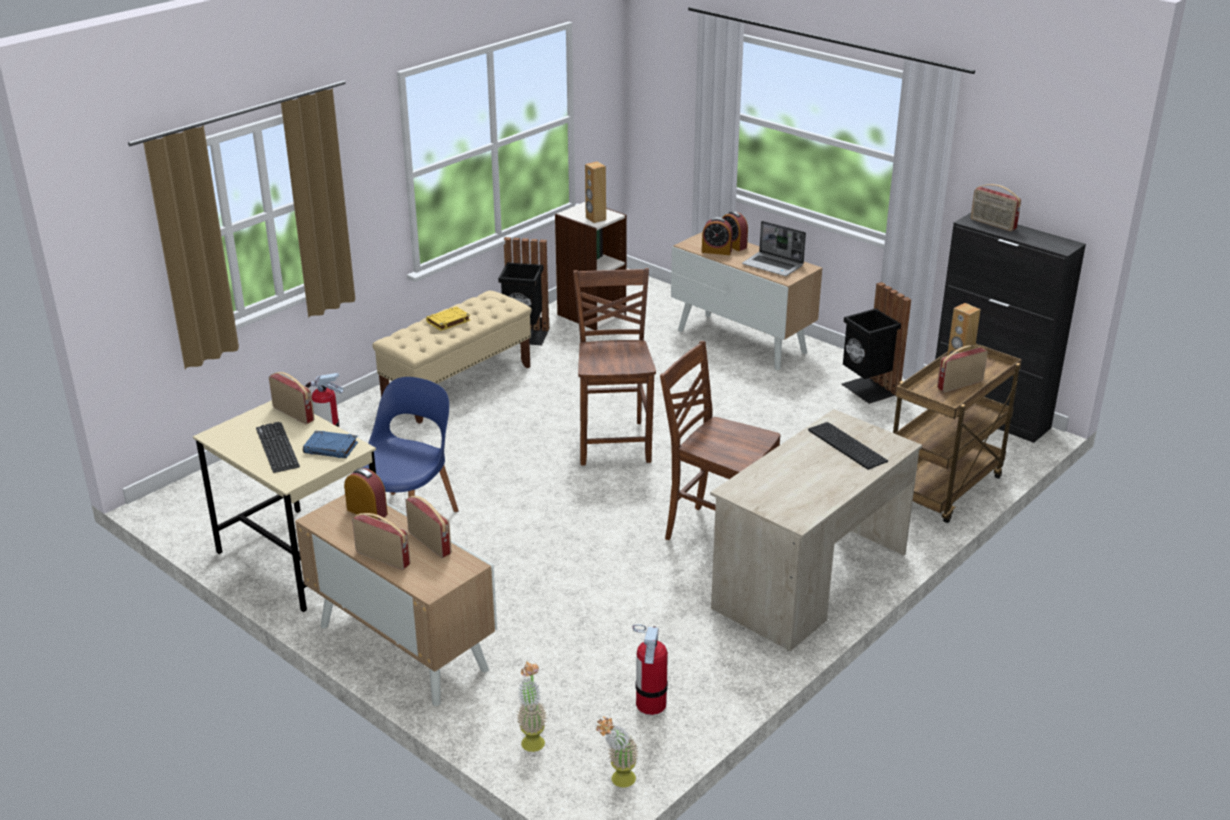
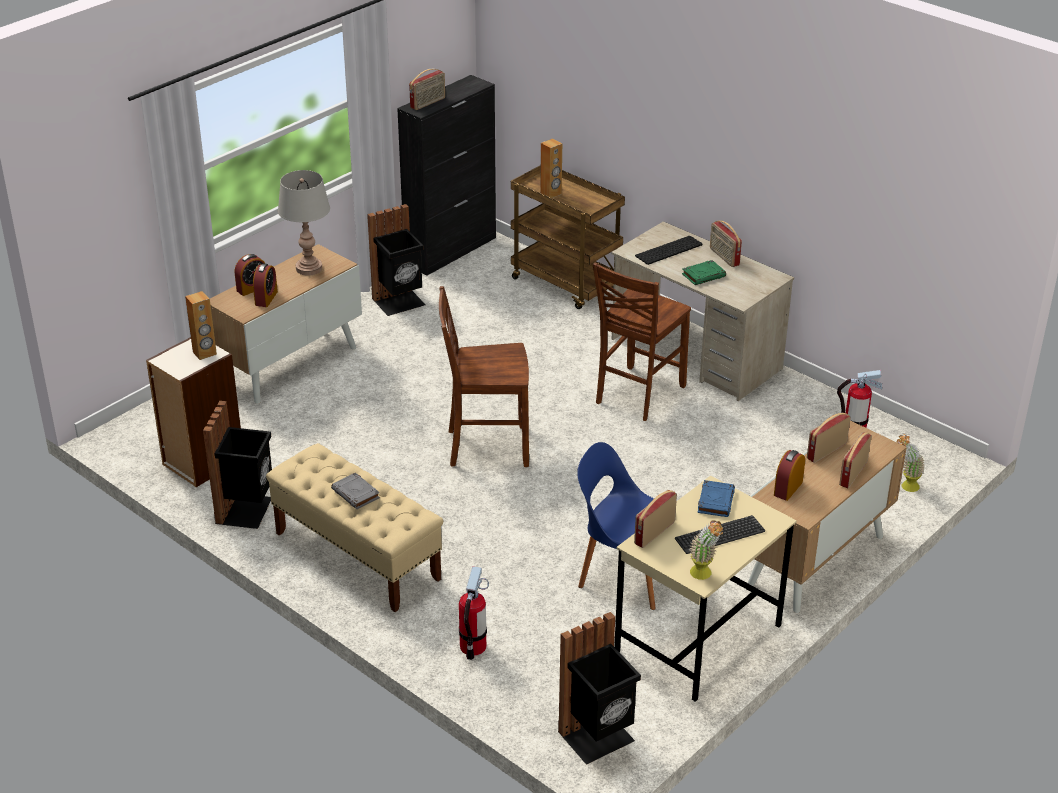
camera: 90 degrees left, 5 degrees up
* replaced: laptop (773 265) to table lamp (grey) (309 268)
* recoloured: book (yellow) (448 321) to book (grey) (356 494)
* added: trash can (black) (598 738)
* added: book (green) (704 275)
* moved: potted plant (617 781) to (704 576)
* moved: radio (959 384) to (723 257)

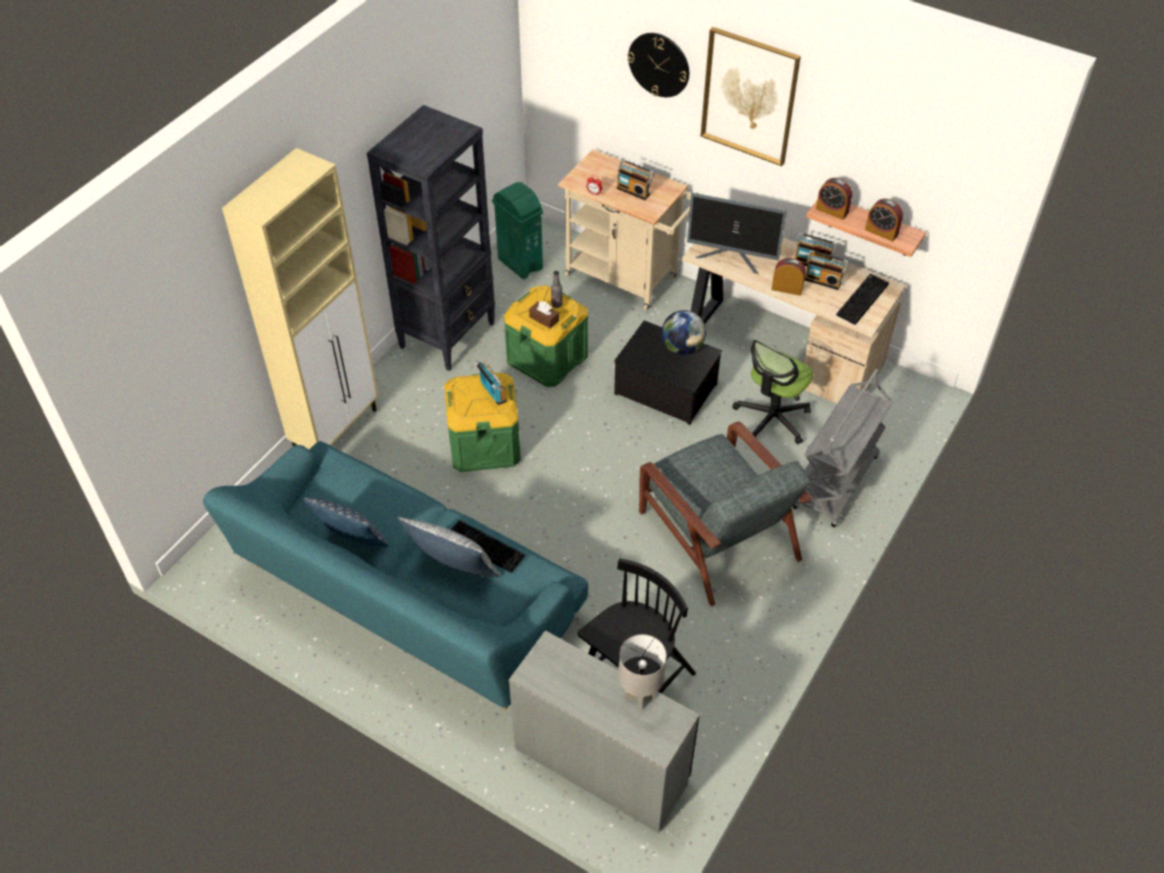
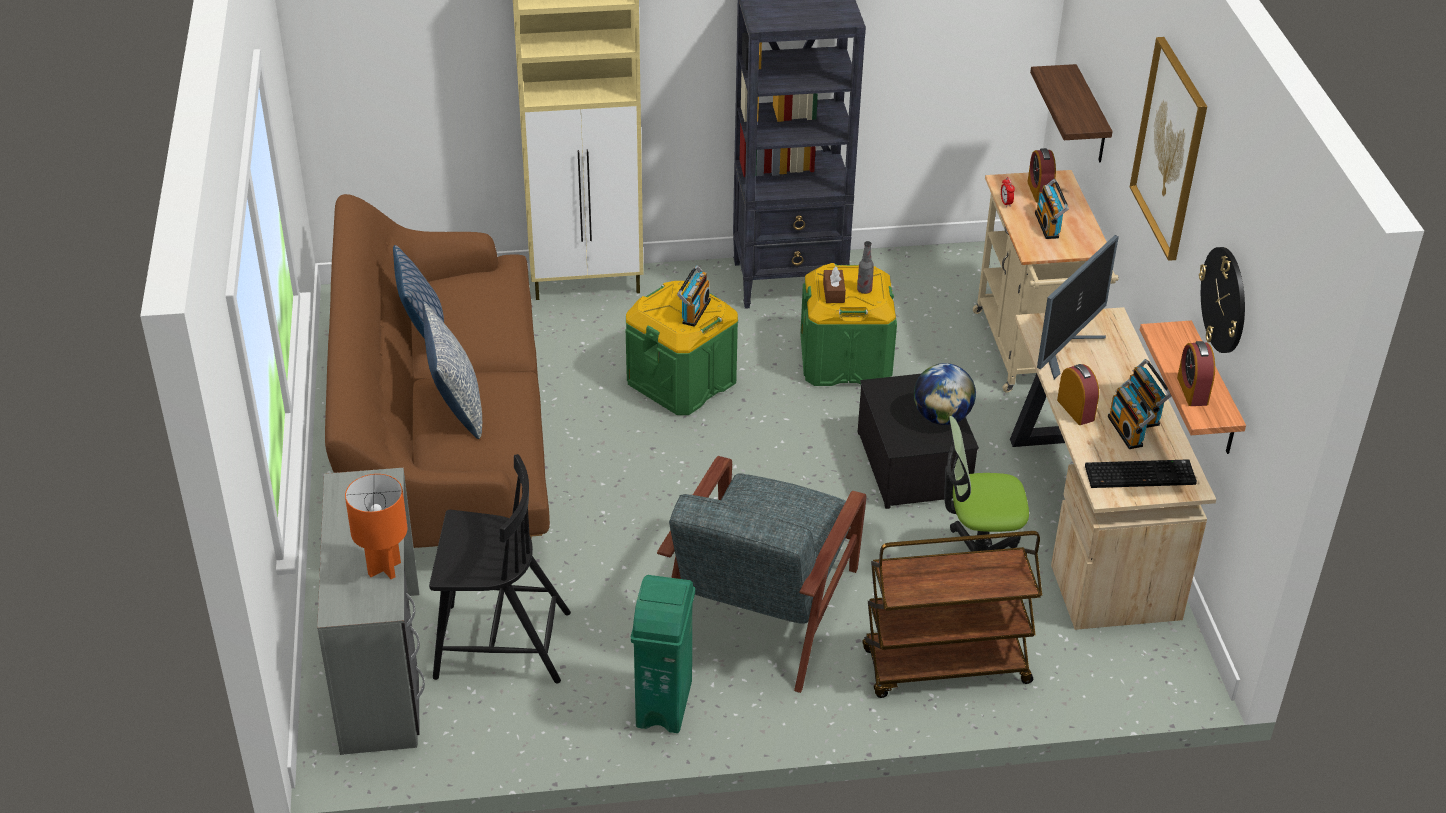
camera: 50 degrees right, 10 degrees down
* recoloured: sofa (turquoise) (407 596) to sofa (brown) (445 434)
* recoloured: table lamp (grey) (639 697) to table lamp (orange) (384 568)
* moved: trash can (green) (520 263) to (664 703)
* recoloured: cart (grey) (836 483) to cart (brown) (944 667)
* moved: alarm clock (832 210) to (1039 191)
* added: shelf (1091 117)
* turned: monitor (732 258) = (1065 349) 120 degrees counterclockwise
* moved: wall clock (659 64) to (1224 299)
* removed: keyboard (483 547)

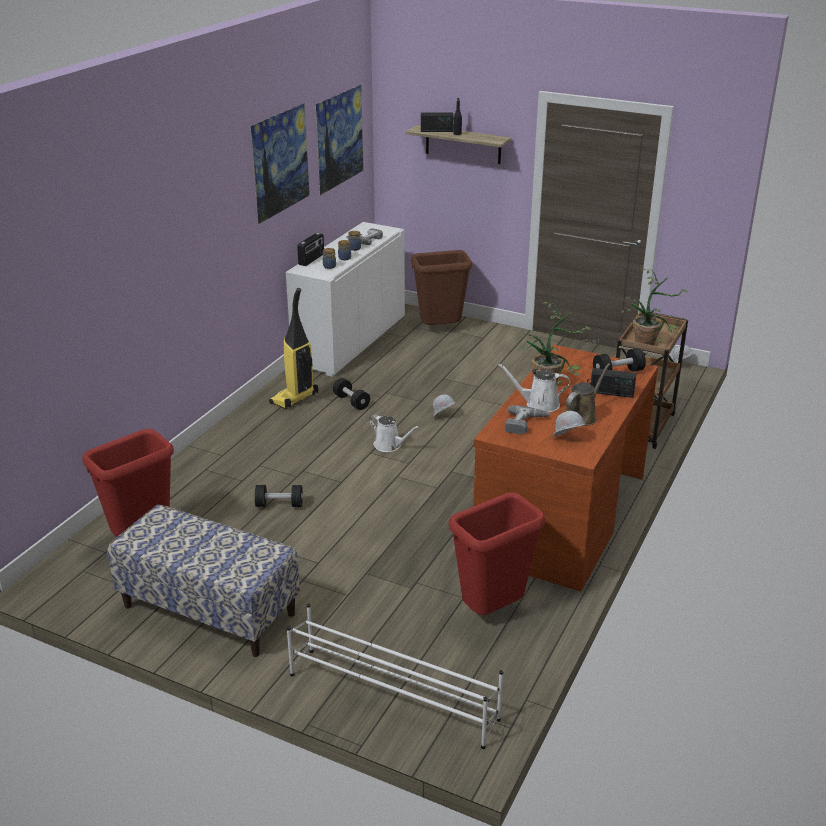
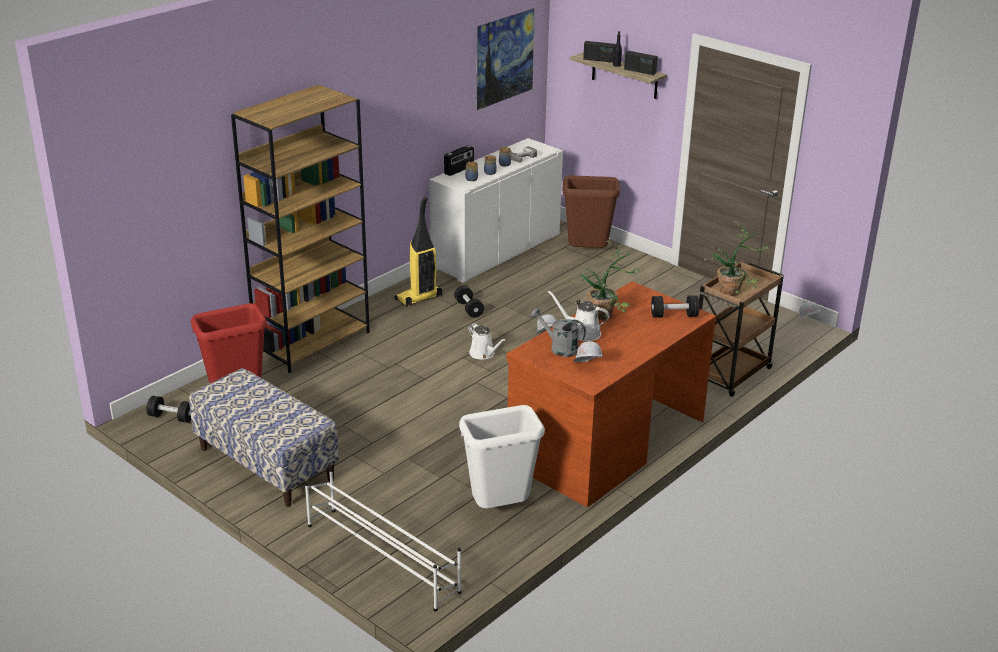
camera: 15 degrees right, 0 degrees up
* moved: dumbbell (black) (279 504) to (171 417)
* added: bookcase (brown) (313 342)
* recoloured: trash can (red) (492 612) to trash can (white) (499 510)
* replaced: power drill (526 424) to watering can (grey) (559 348)
* moved: radio (611 393) to (640 71)
* removed: picture (283 186)
* removed: watering can (brown) (582 416)

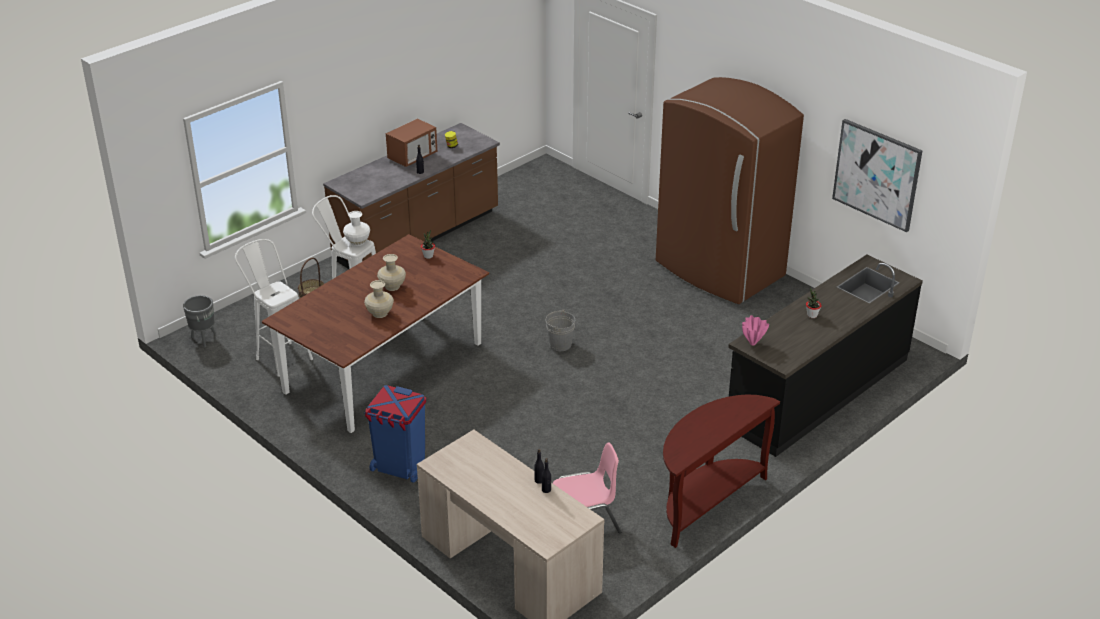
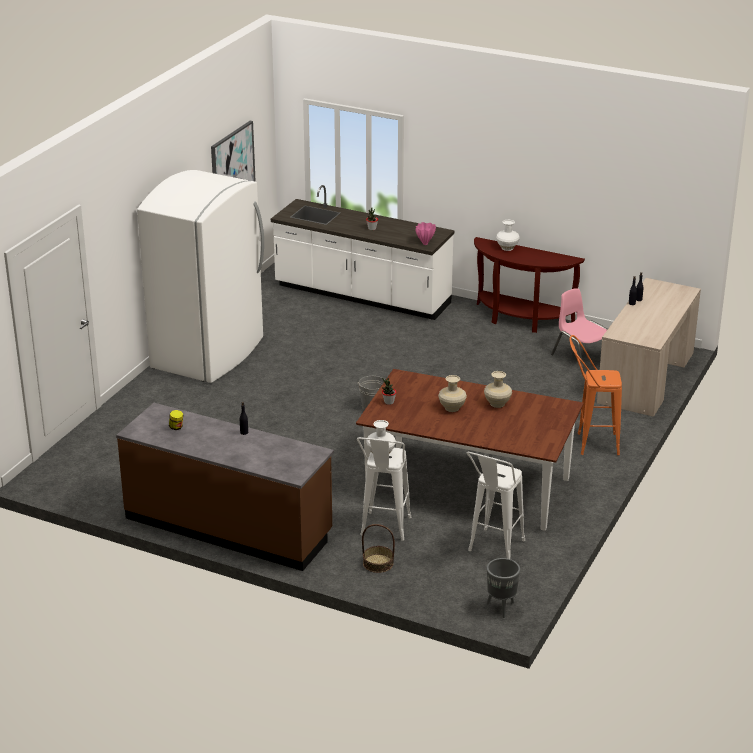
camera: 110 degrees left, 5 degrees down
* recoloured: fridge (brown) (719 270) to fridge (white) (209 354)
* recoloured: counter (black) (817 391) to counter (white) (362 296)
* added: vase (white) (507 248)
* replaced: trash can (blue) (400 467) to stool (orange) (589 444)
* removed: microwave (412 157)

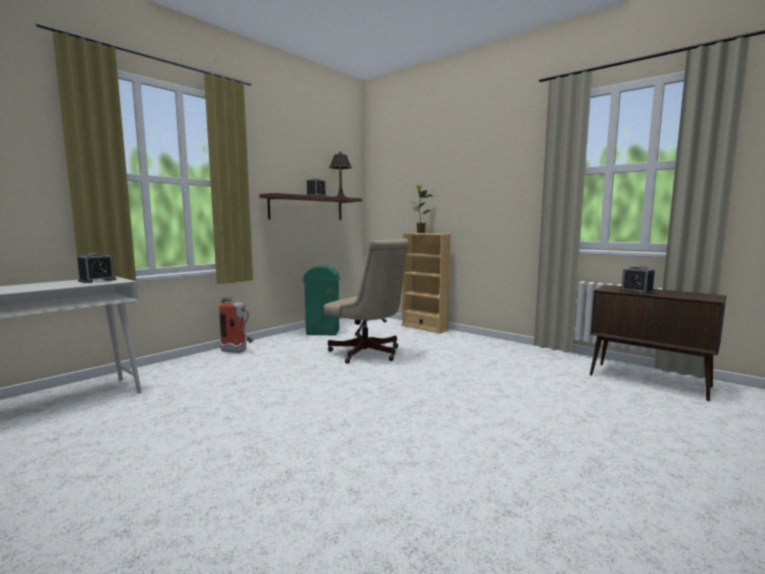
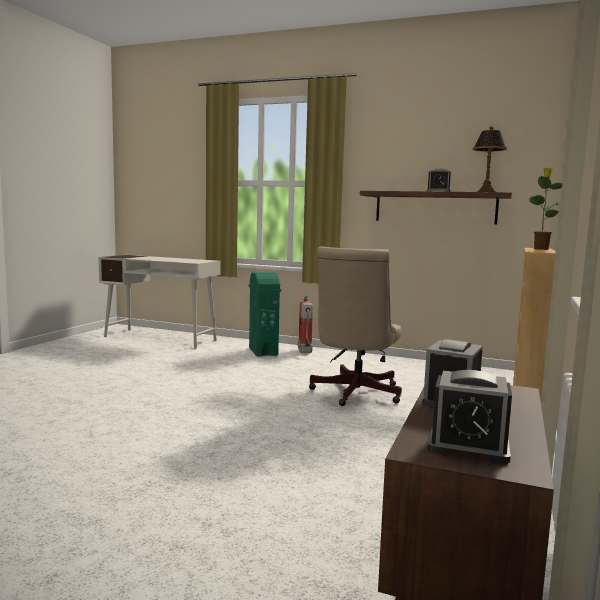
camera: 70 degrees right, 0 degrees up
* moved: trash can (green) (322 333) to (263 351)
* moved: alarm clock (97 280) to (468 446)

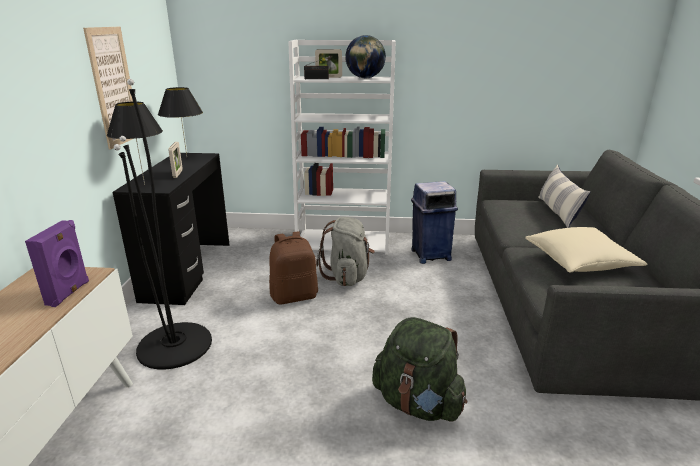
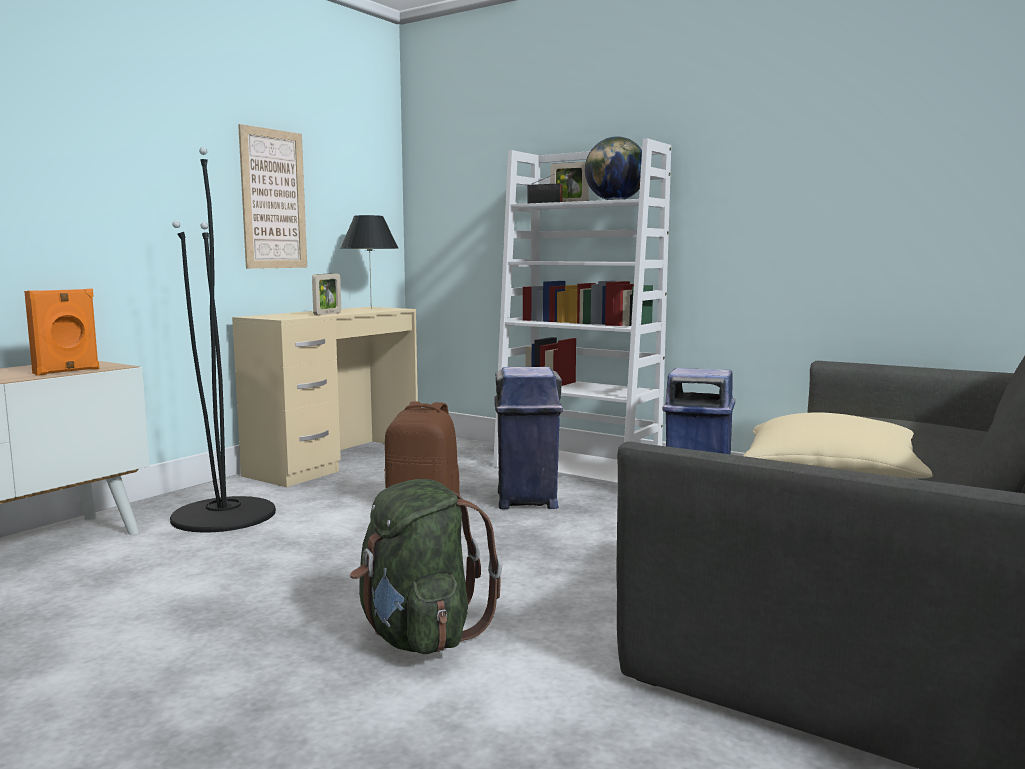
camera: 30 degrees right, 15 degrees down
* recoloured: speaker (purple) (69 293) to speaker (orange) (67 371)
* recoloured: desk (black) (187 270) to desk (beige) (335 461)
* replaced: backpack (grey) (347 276) to trash can (blue) (526 500)
* removed: table lamp (black) (144 184)
* removed: pillow (557 212)

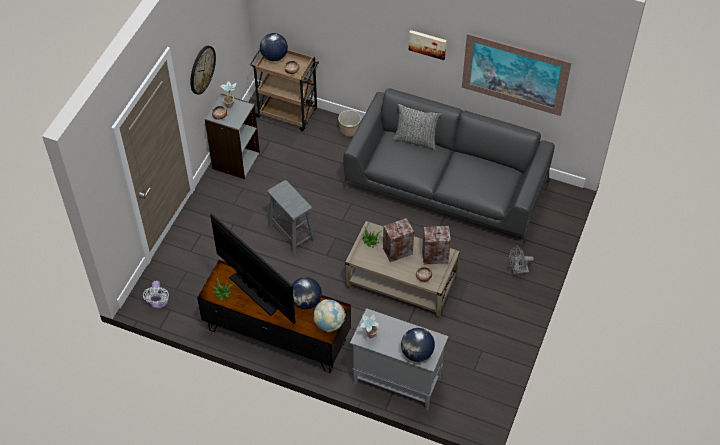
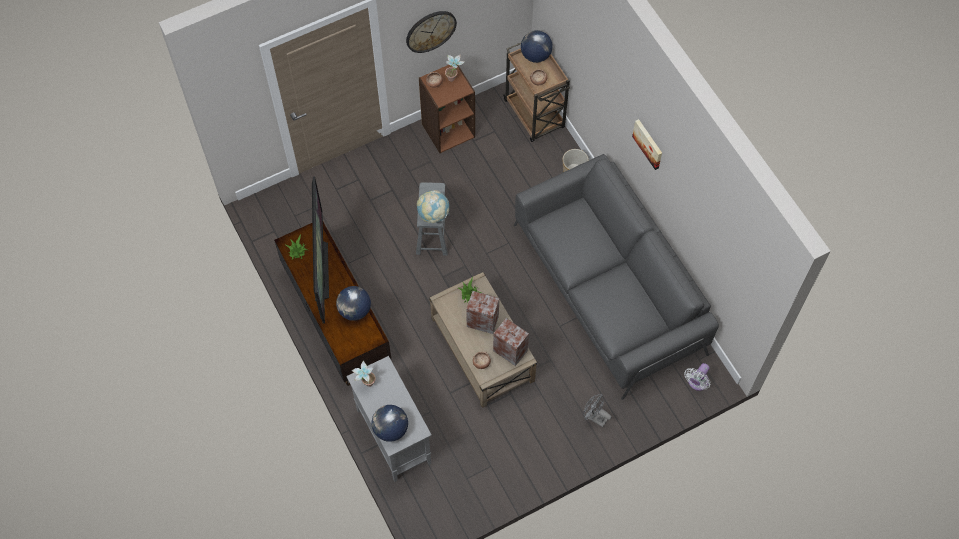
camera: 40 degrees right, 10 degrees up
* moved: globe (329 323) to (433 214)
* recoloured: bookcase (grey) (235 160) to bookcase (brown) (448 130)
* moved: fan (white) (158 302) to (697 382)
* removed: pillow (grey) (415 140)
* removed: picture (515 74)

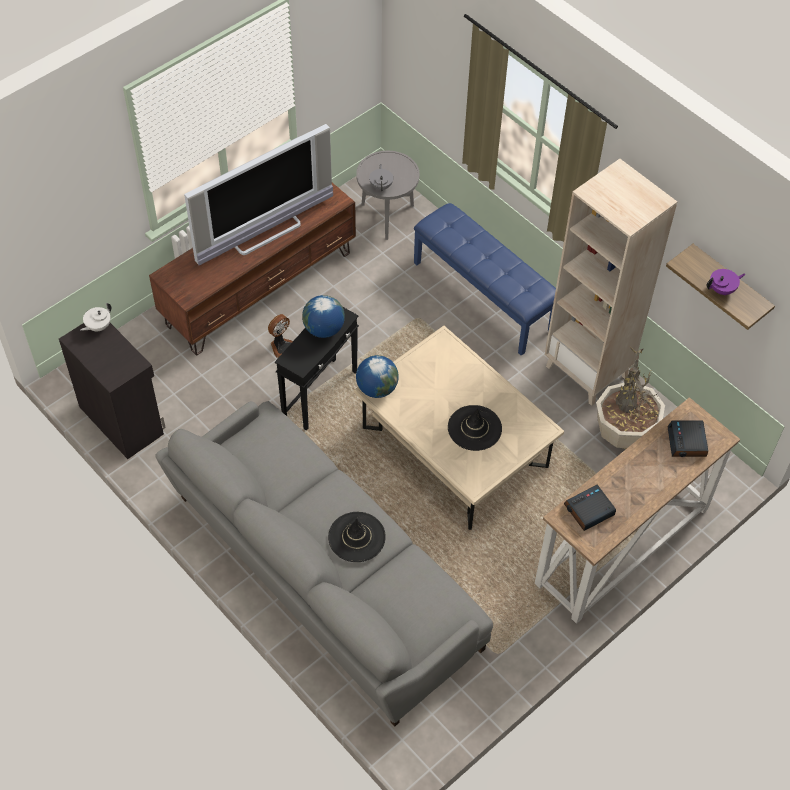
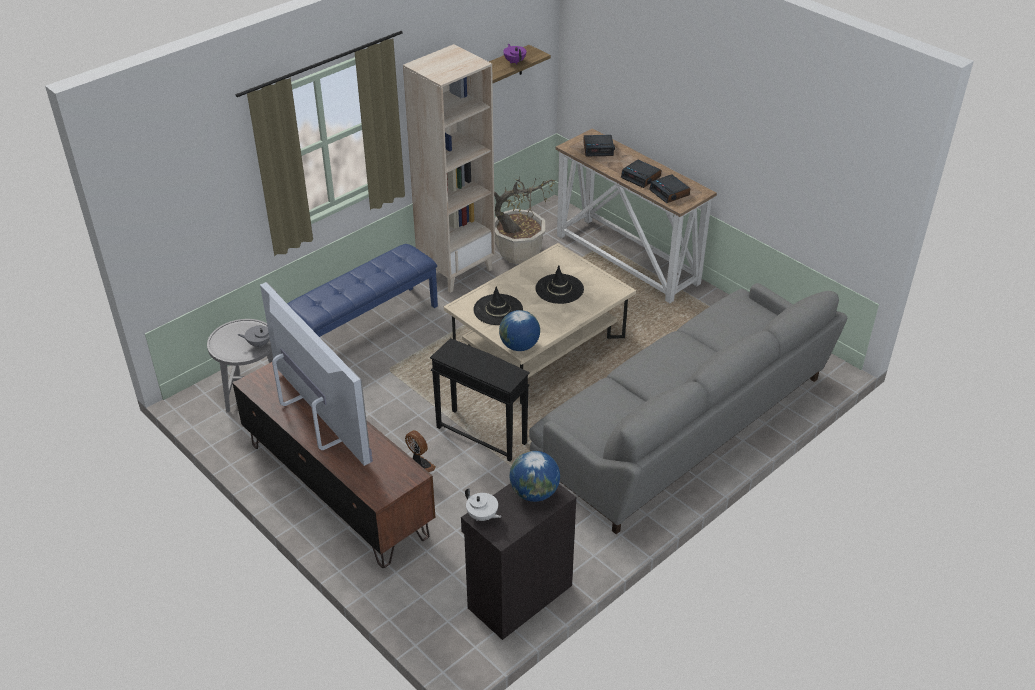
camera: 90 degrees left, 15 degrees down
* moved: hat (black) (356 537) to (498 310)
* moved: globe (323 329) to (534 493)
* added: alarm clock (641 177)

